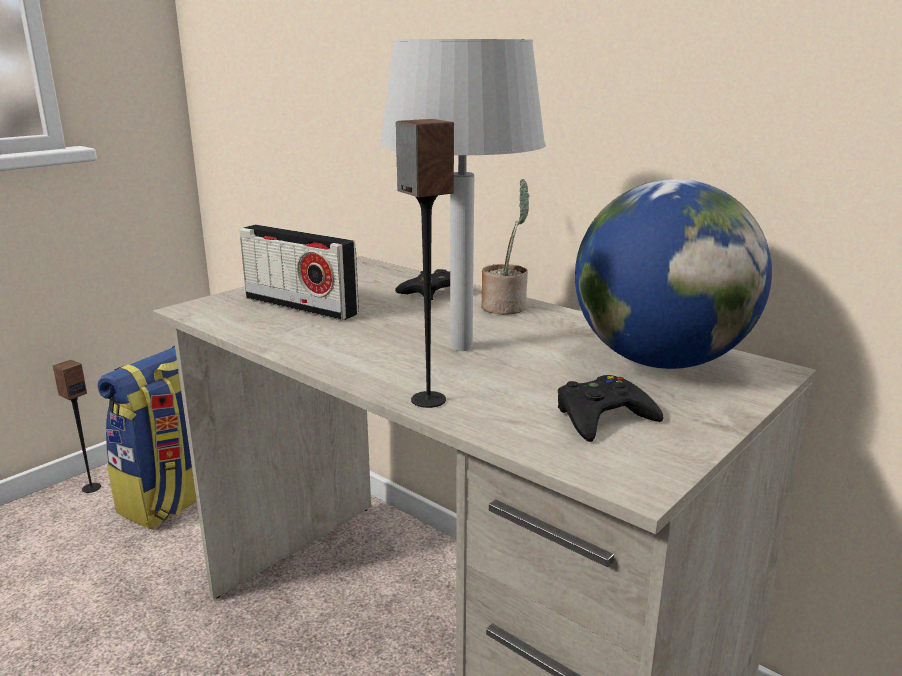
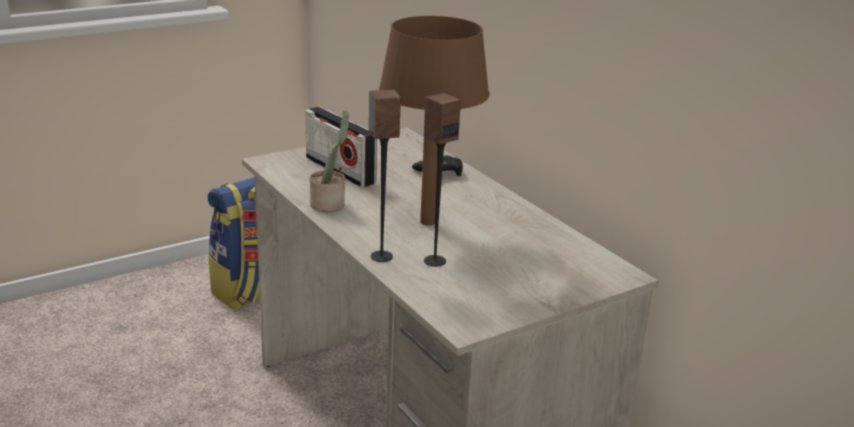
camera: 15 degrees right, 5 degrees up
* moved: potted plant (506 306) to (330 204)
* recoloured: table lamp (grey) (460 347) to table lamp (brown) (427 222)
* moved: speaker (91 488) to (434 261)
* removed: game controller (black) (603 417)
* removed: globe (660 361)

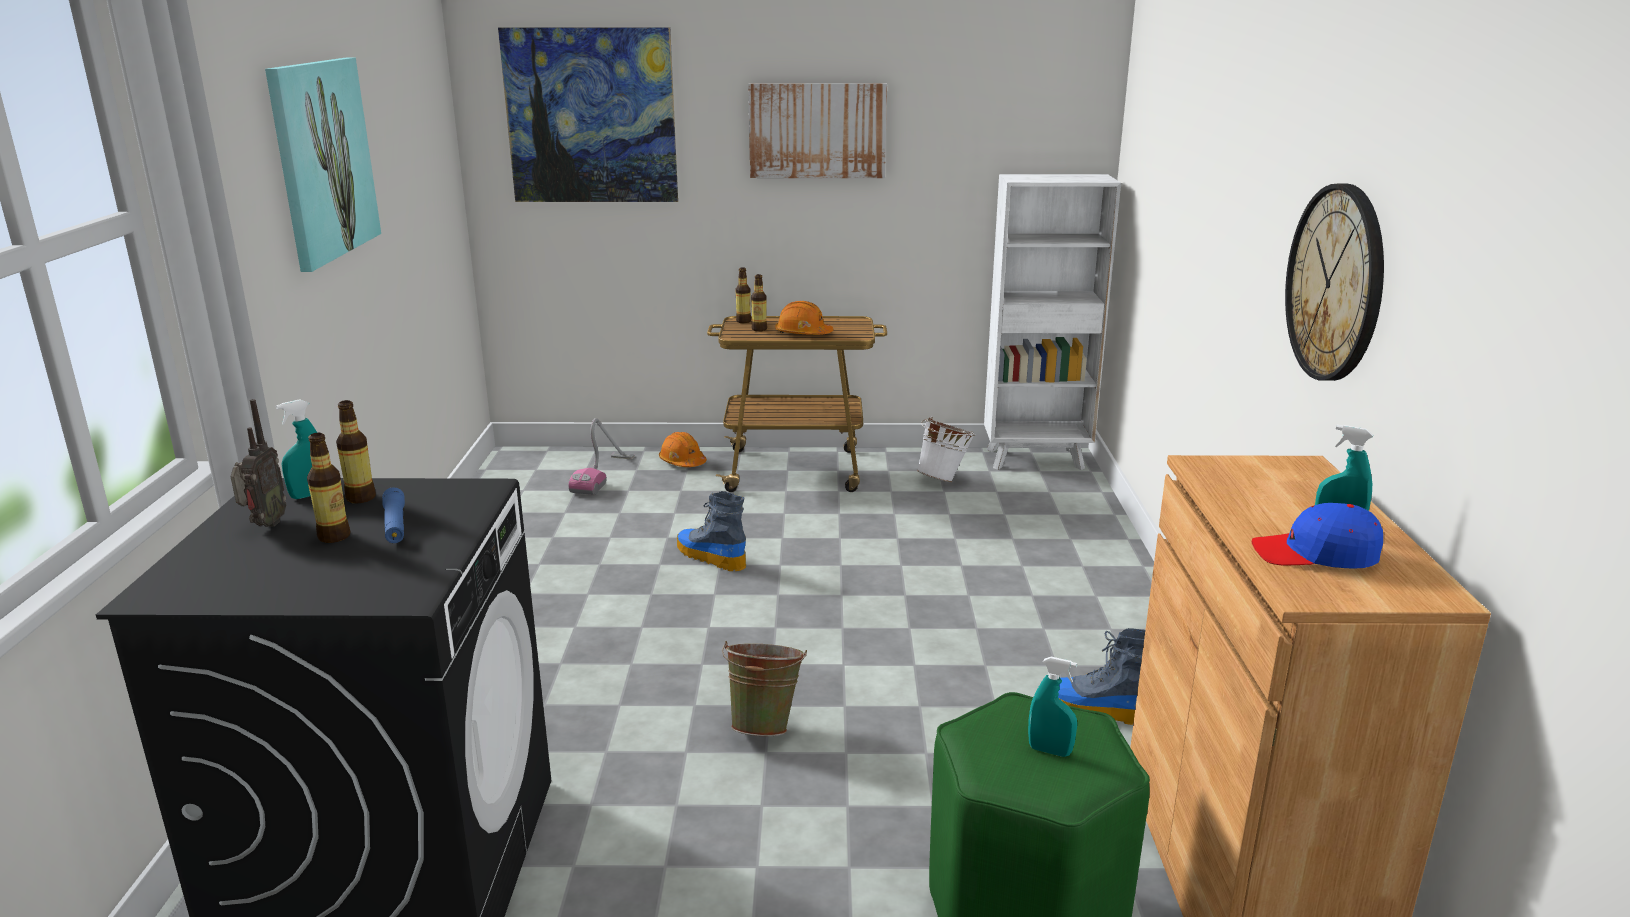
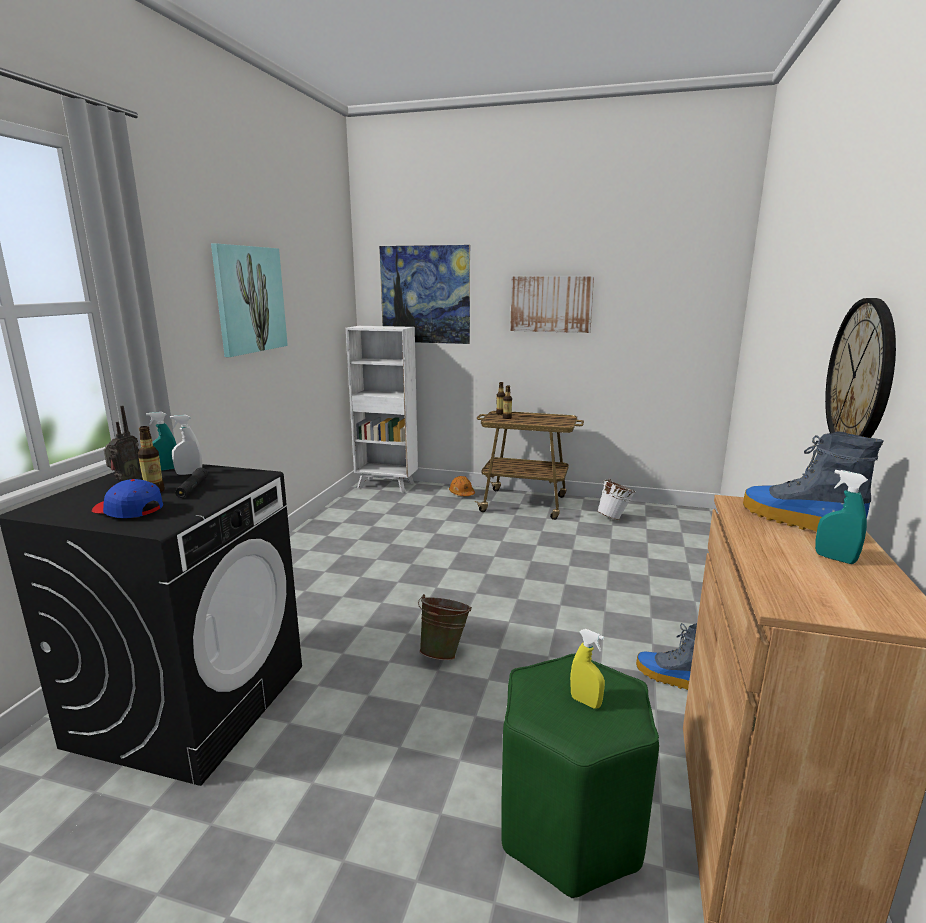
camera: 15 degrees right, 5 degrees down
* moved: cap (blue) (1315 554) to (128 510)
* replaced: bottle (361 498) to spray bottle (white) (189 473)
* recoloured: flashlight (blue) (395 525) to flashlight (black) (192 488)
* moved: bookcase (white) (1037 459) to (387 485)
* recoloured: spray bottle (turquoise) (1050 751) to spray bottle (yellow) (585 702)
* moved: boot (709 556) to (796 521)
* removed: vacuum cleaner (603 475)
* removed: hard hat (orange) (803 334)

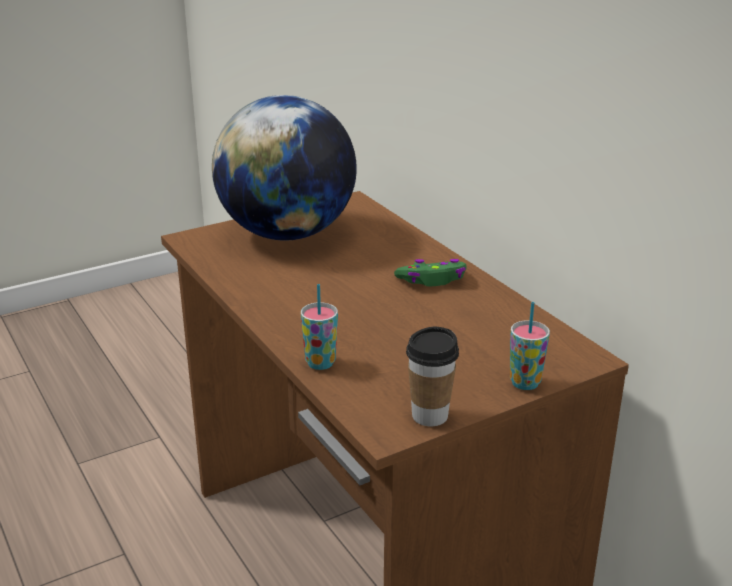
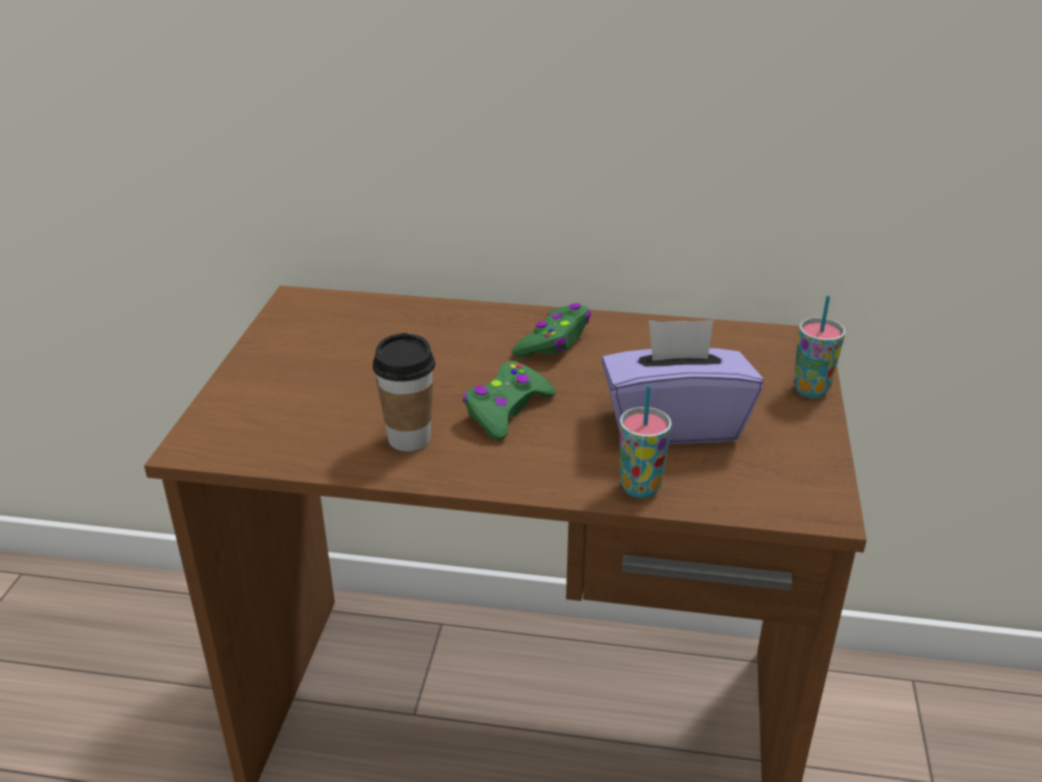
camera: 50 degrees left, 5 degrees up
* moved: cup (429 416) to (409 439)
* added: game controller (green) (506 410)
* added: tissue box (purple) (673 424)
* removed: globe (287 233)

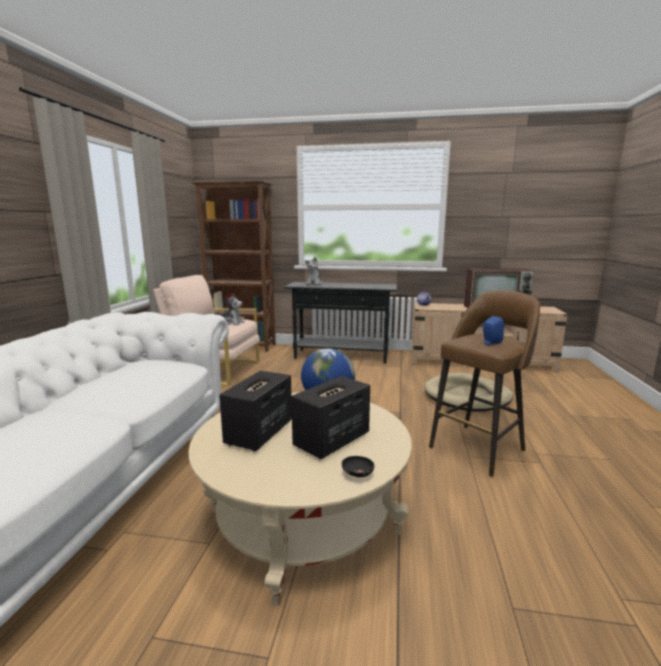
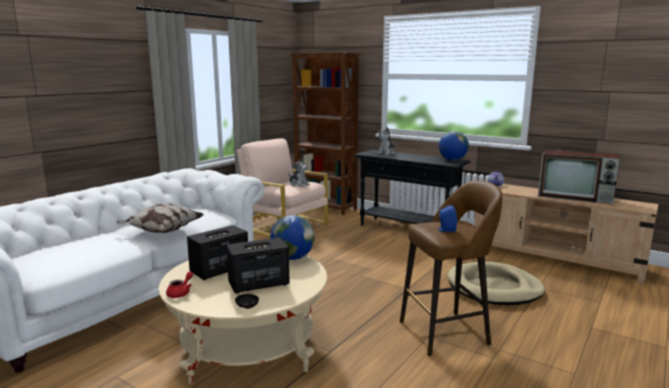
camera: 25 degrees right, 0 degrees up
* added: pillow (162 231)
* added: teapot (red) (181 293)
* added: globe (452 160)

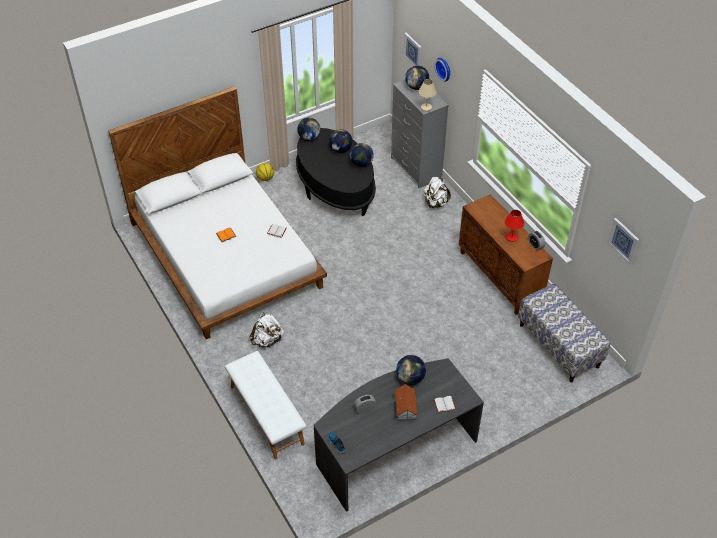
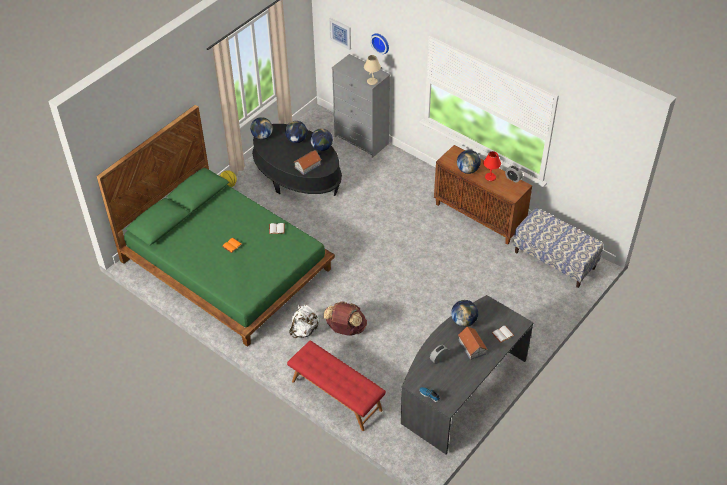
camera: 20 degrees left, 0 degrees up
* recoloured: bed (white) (226 254) to bed (green) (227 264)
* recoloured: bench (white) (266 415) to bench (red) (336 396)
* added: toy house (307 166)
* added: backpack (brown) (345 329)
* moved: globe (416 87) to (467 170)
* removed: backpack (white) (435 203)
* removed: picture (623 240)

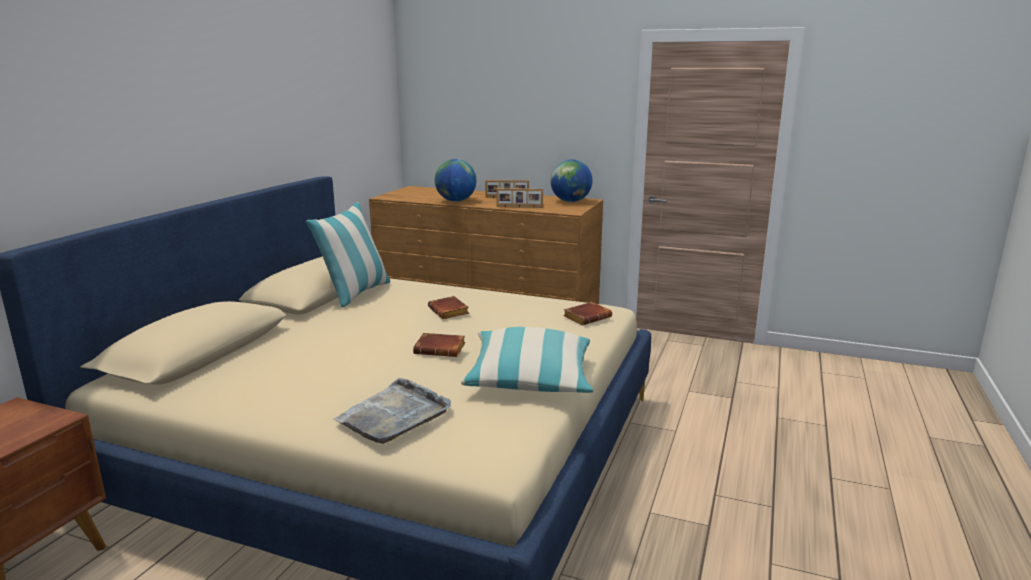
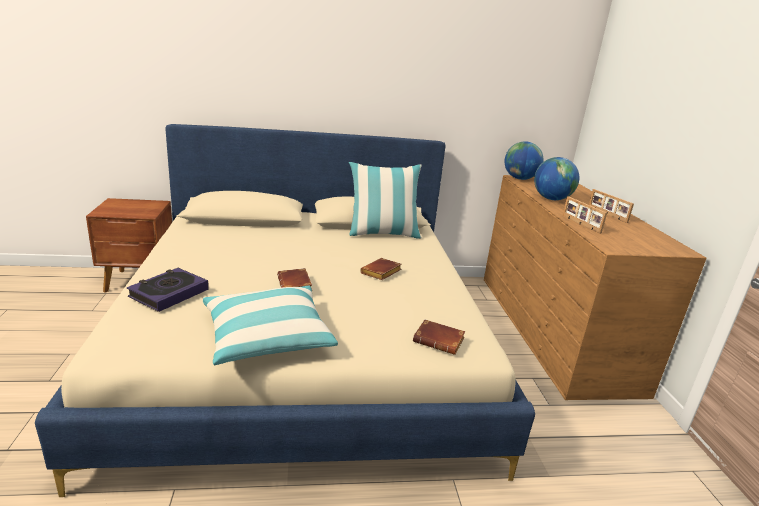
camera: 60 degrees right, 5 degrees up
* replaced: tray (grey) (394 415) to book (169 293)
* moved: globe (570 201) to (520 179)

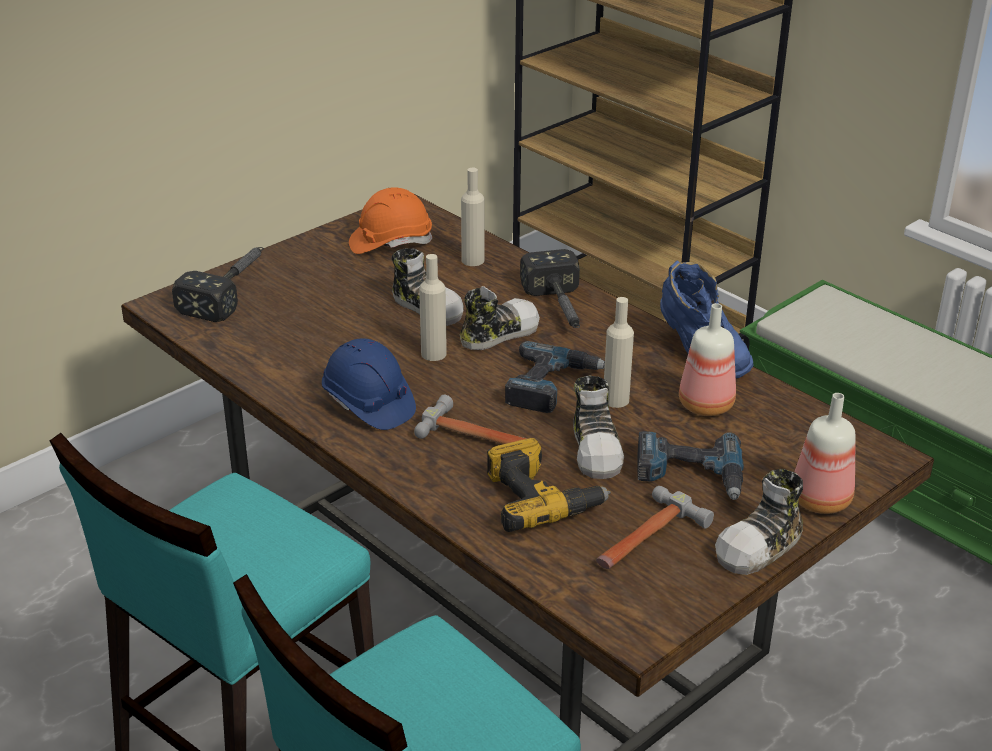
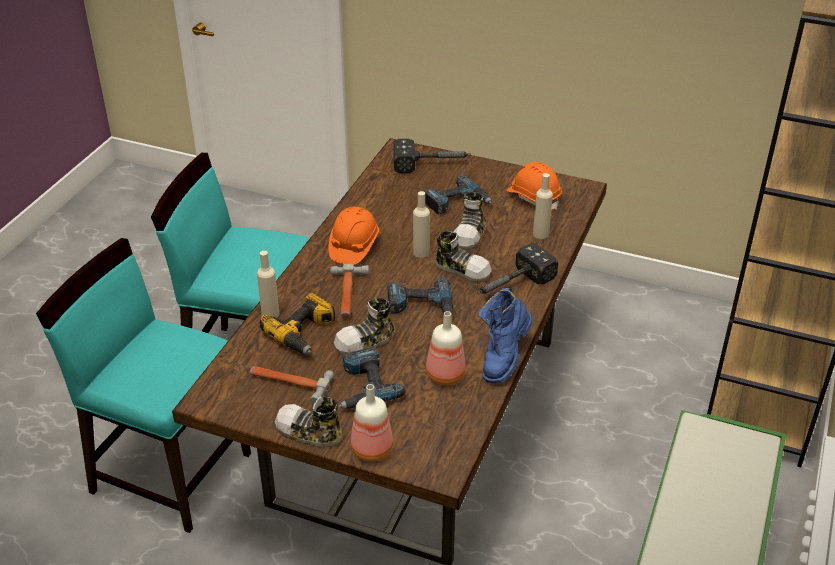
camera: 65 degrees right, 5 degrees up
* moved: bottle (beige) (615 400) to (270 314)
* recoloured: hard hat (blue) (368 404) to hard hat (orange) (353 246)
* added: power drill (457 202)

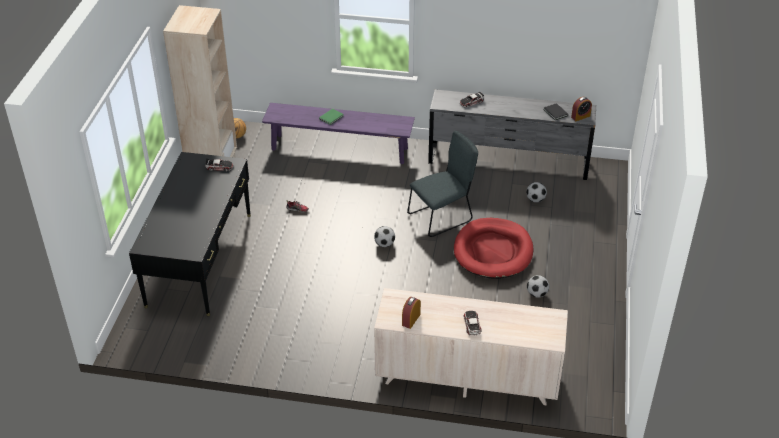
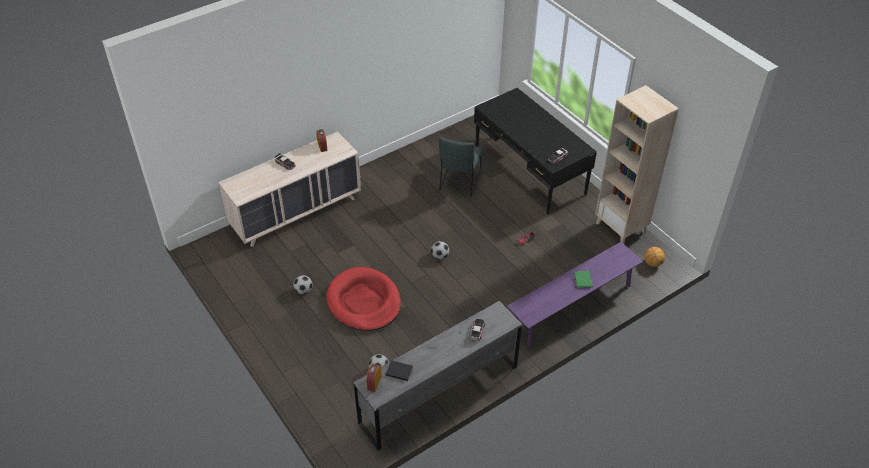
camera: 135 degrees right, 5 degrees up
* moved: chair (grey) (442 216) to (459 182)

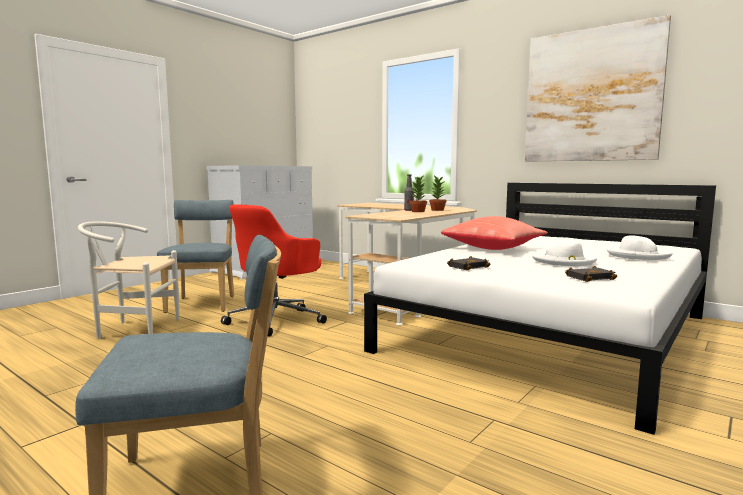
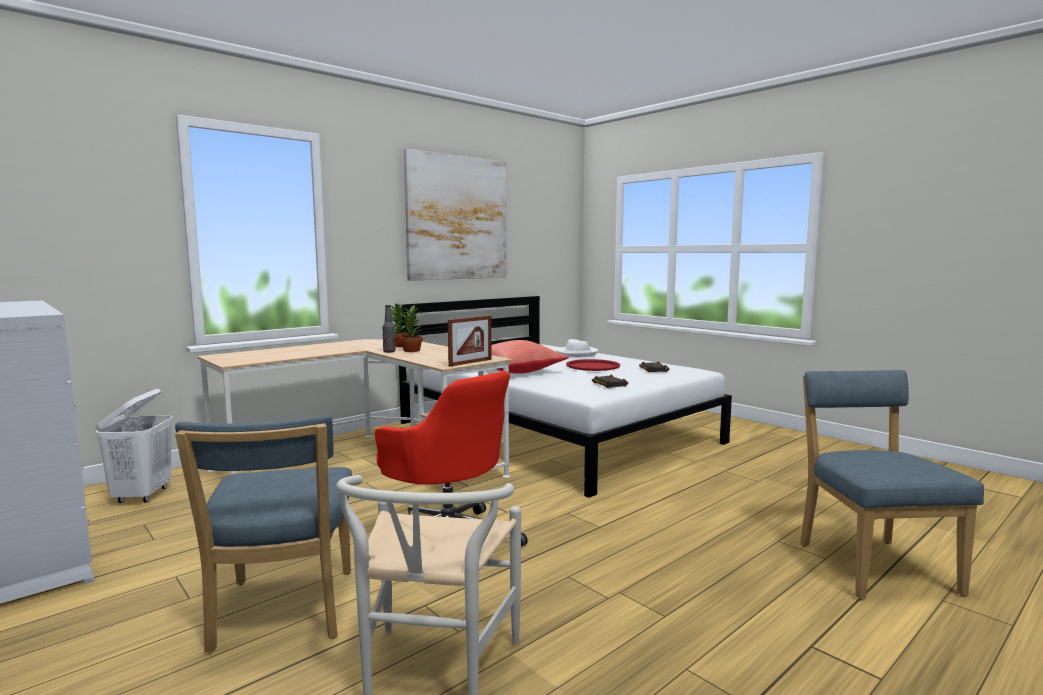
camera: 80 degrees left, 0 degrees up
* added: laundry basket (white) (143 496)
* turned: chair (blue) (203 303) = (282 614) 105 degrees counterclockwise
* added: picture frame (470 362)
* replaced: hat (white) (564 261) to tray (red) (593 366)

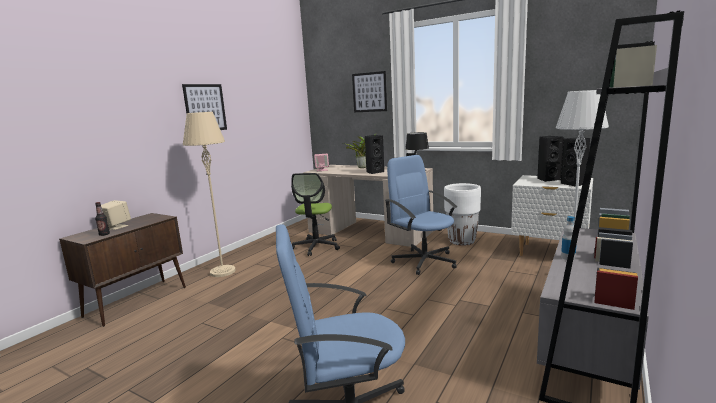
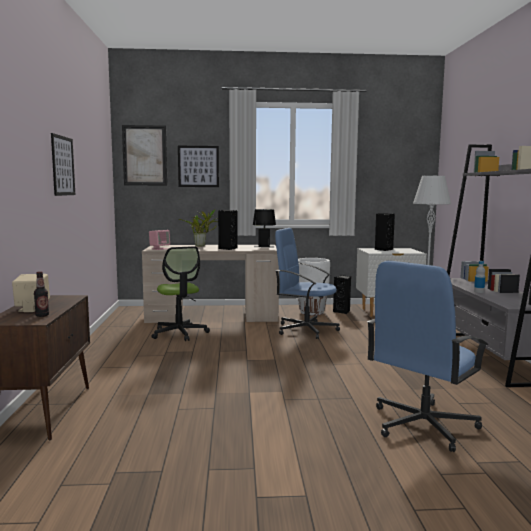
camera: 35 degrees left, 5 degrees down
* added: picture (145 155)
* moved: speaker (black) (574 184) to (342 311)
* removed: floor lamp (beige) (222 272)

